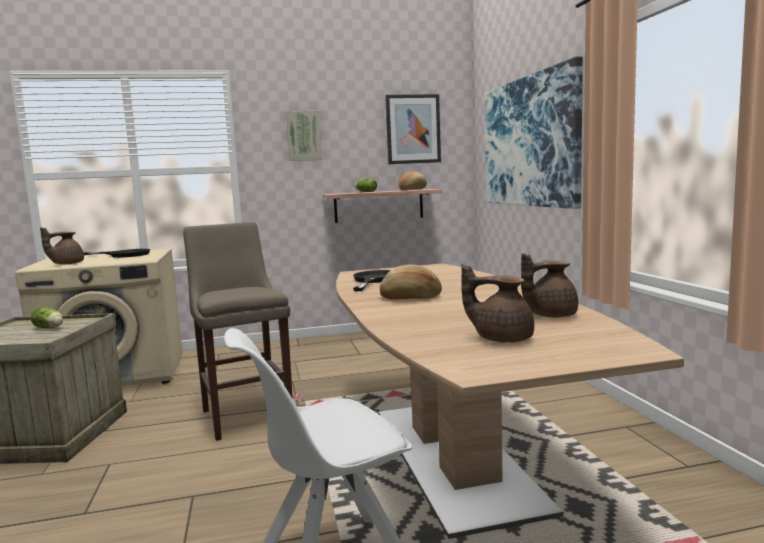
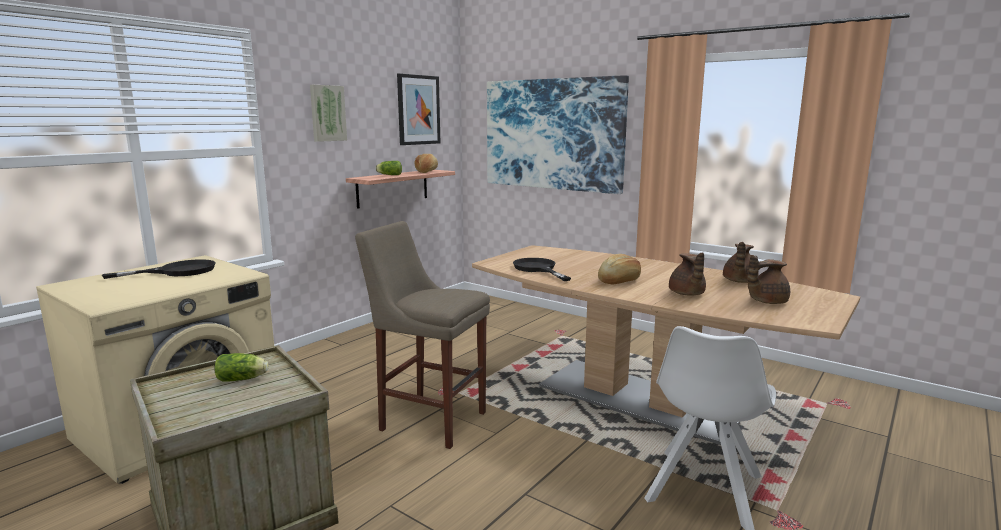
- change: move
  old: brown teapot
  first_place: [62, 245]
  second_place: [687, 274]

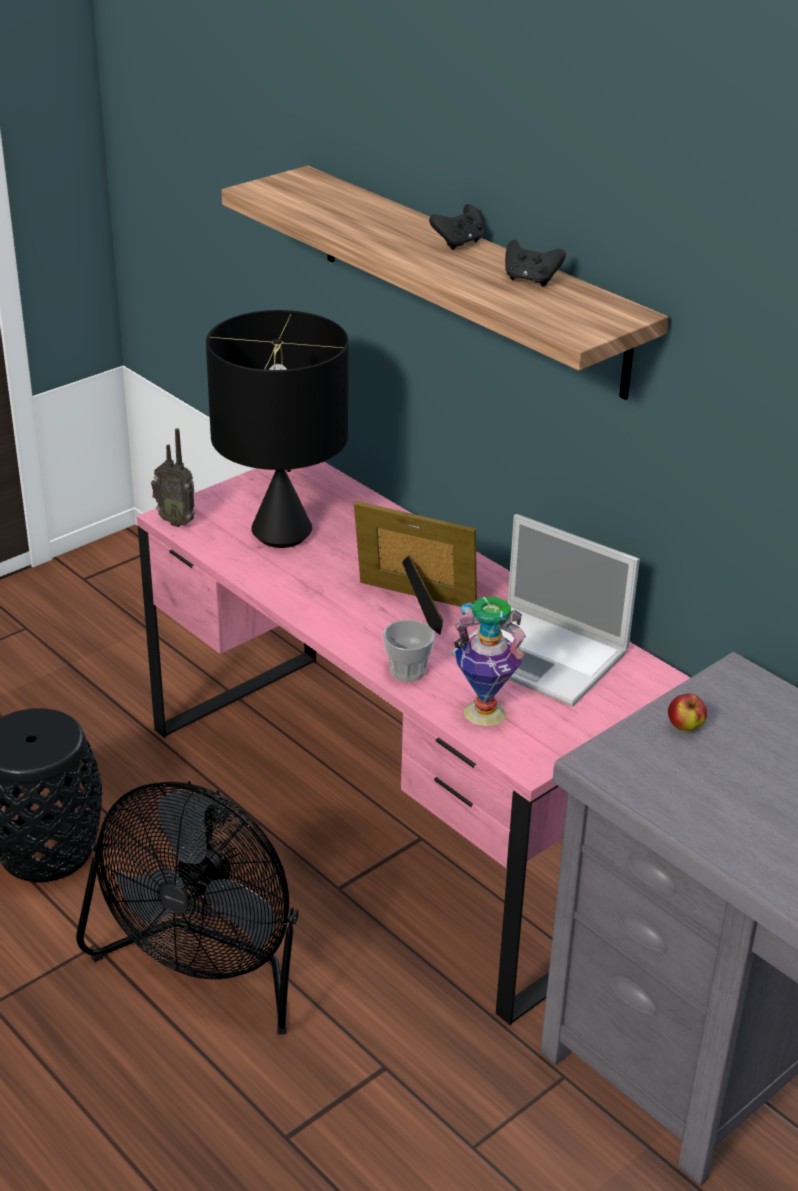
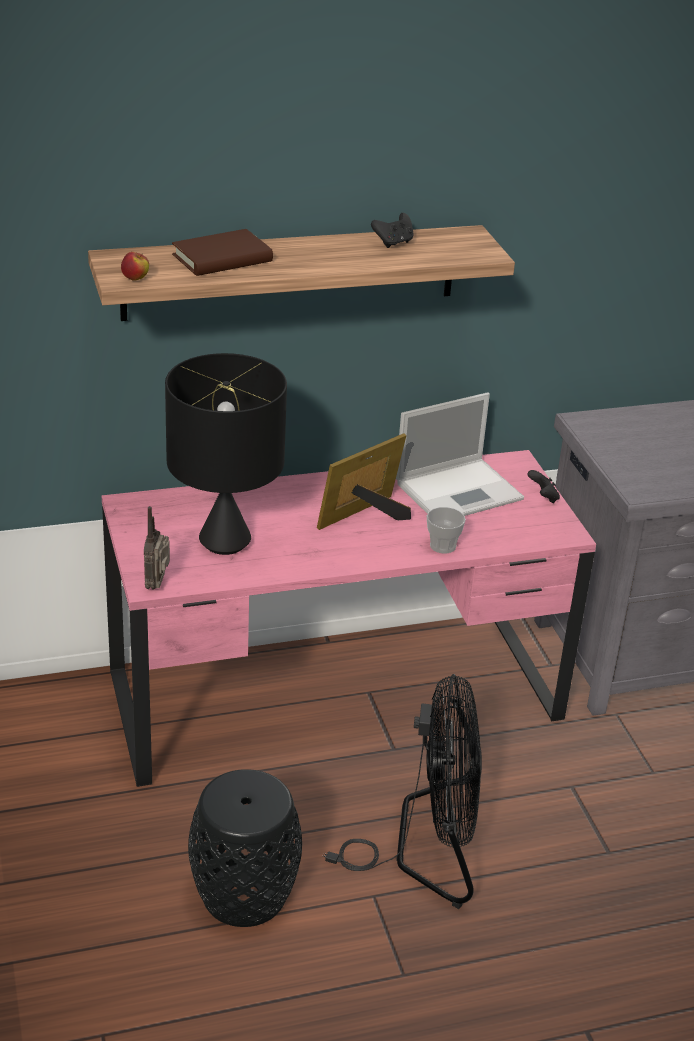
- change: delete
  old: vase
  first_place: [490, 661]
- change: insert
  new: brown book
  second_place: [222, 252]
- change: move
  old: black game controller
  first_place: [456, 227]
  second_place: [544, 486]
- change: move
  old: apple
  first_place: [687, 712]
  second_place: [135, 266]
- change: rotate
  old: black fan
  first_place: [187, 907]
  second_place: [402, 791]
  degrees: -45
- change: rotate
  old: radio
  first_place: [173, 477]
  second_place: [157, 548]
  degrees: 135

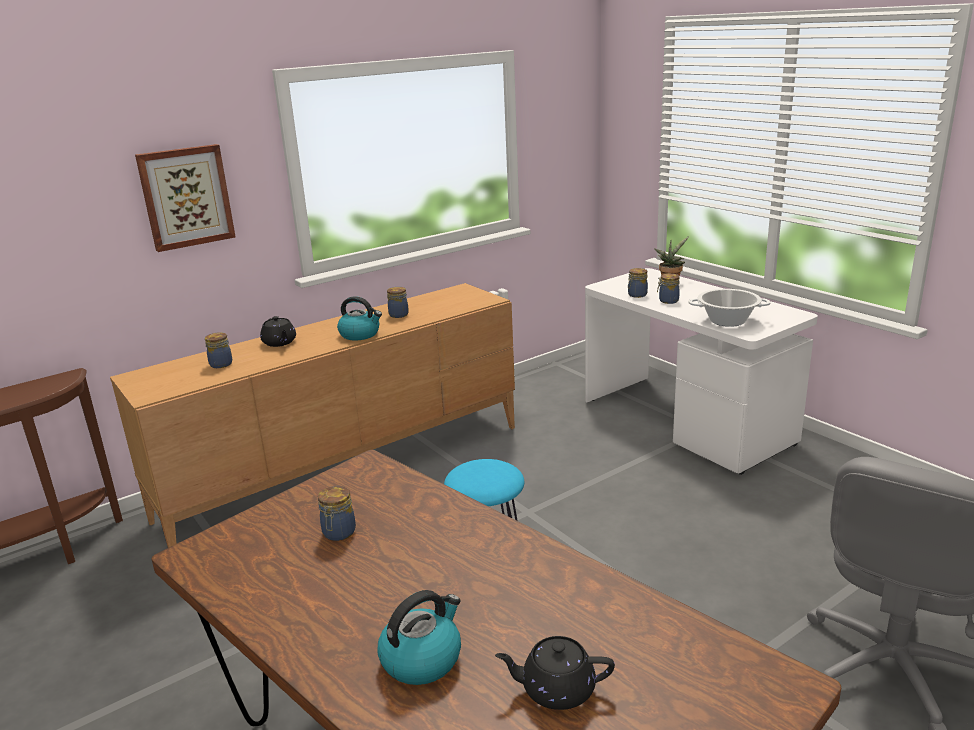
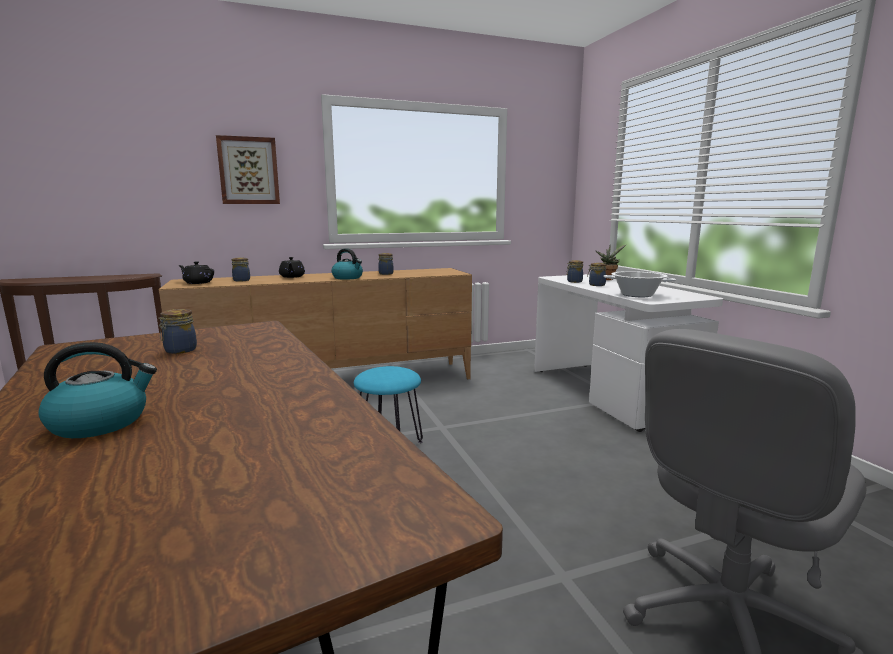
- change: move
  old: black teapot
  first_place: [555, 673]
  second_place: [196, 272]

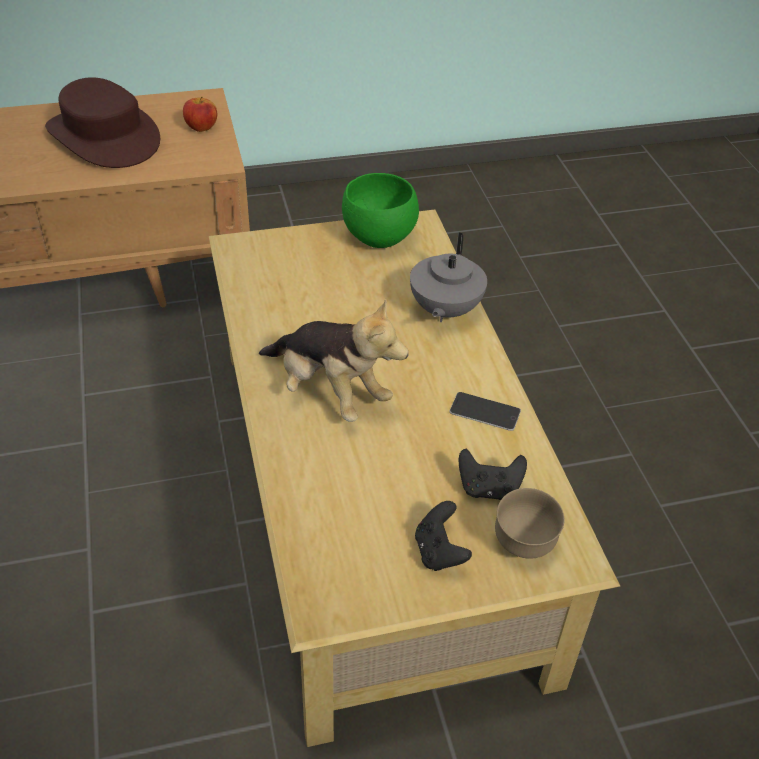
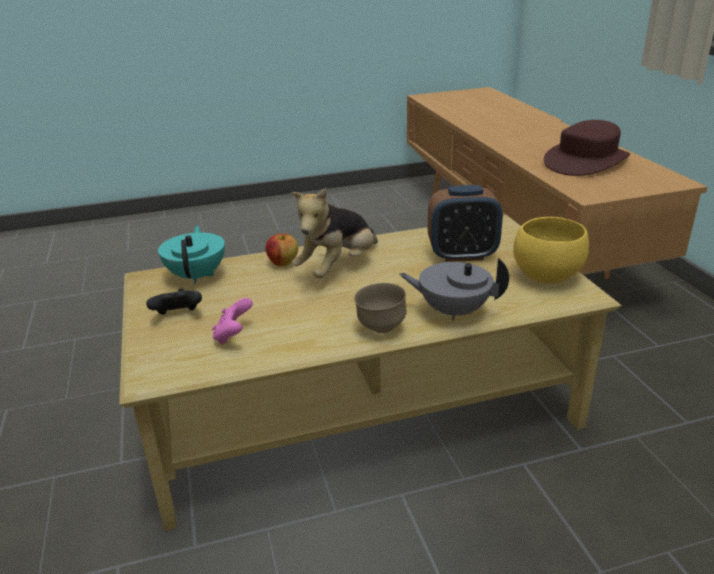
- change: delete
  old: phone
  first_place: [485, 411]
- change: insert
  new: turquoise teapot
  second_place: [191, 254]
- change: insert
  new: alarm clock
  second_place: [465, 223]
- change: move
  old: apple
  first_place: [200, 114]
  second_place: [282, 249]
- change: move
  old: brown bowl
  first_place: [529, 523]
  second_place: [380, 308]
- change: recolor
  old: green bowl
  new: yellow bowl
  first_place: [380, 210]
  second_place: [551, 250]
- change: recolor
  old: black game controller
  new: pink game controller
  first_place: [493, 475]
  second_place: [232, 321]

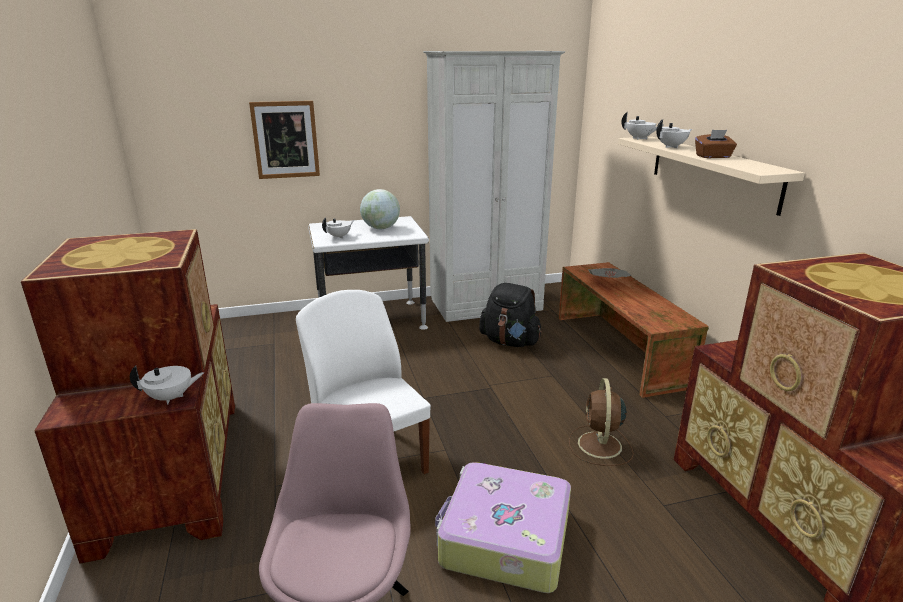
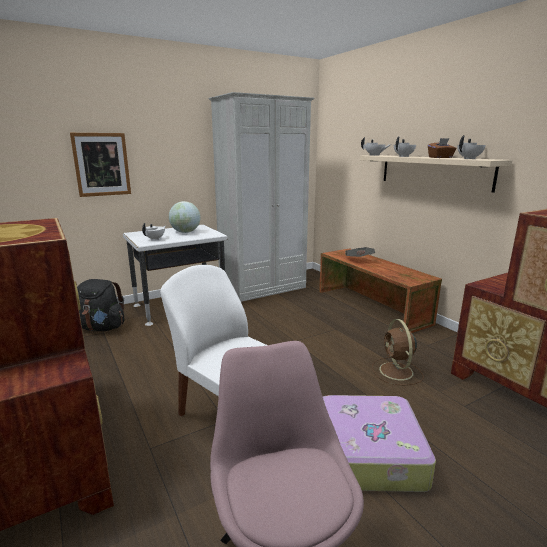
- change: move
  old: white teapot
  first_place: [167, 385]
  second_place: [471, 147]
- change: move
  old: black backpack
  first_place: [510, 315]
  second_place: [101, 305]

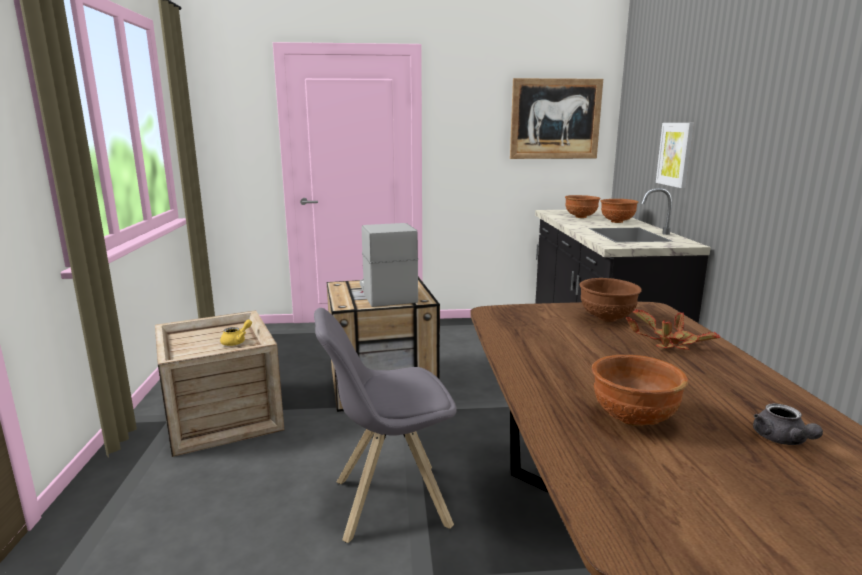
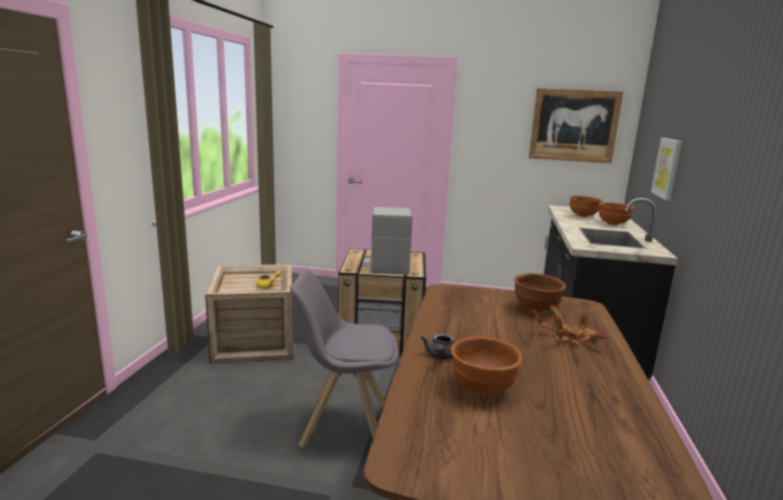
- change: move
  old: grey teapot
  first_place: [788, 424]
  second_place: [438, 346]

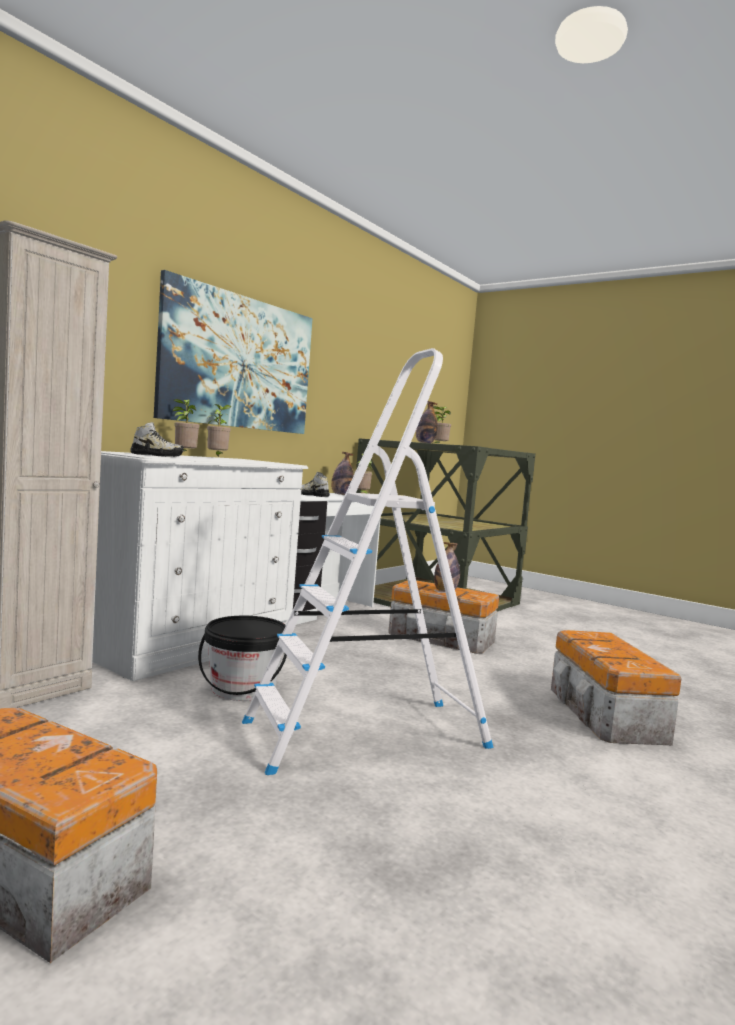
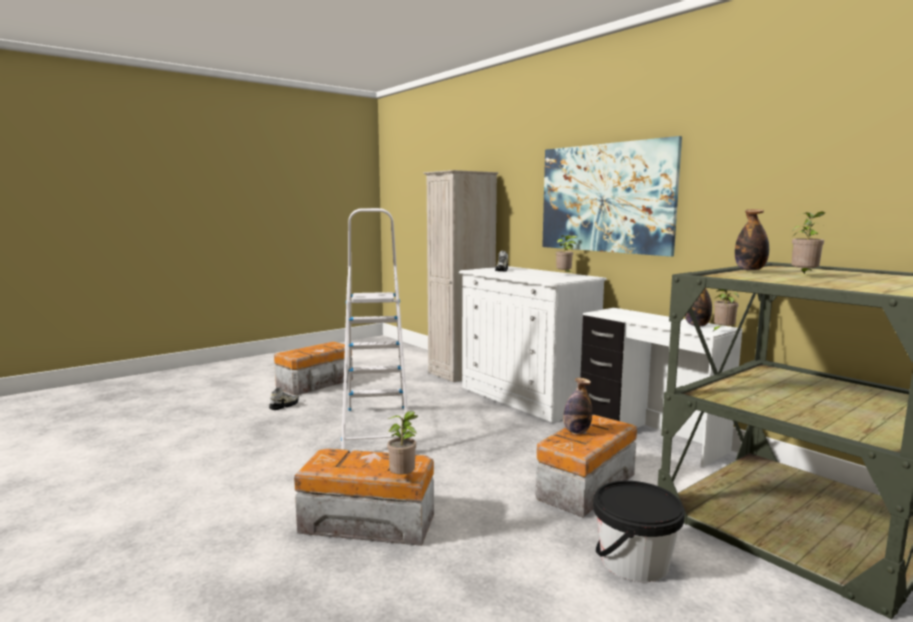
- change: move
  old: potted plant
  first_place: [186, 425]
  second_place: [402, 442]
- change: move
  old: black bucket
  first_place: [242, 658]
  second_place: [639, 531]
- change: move
  old: shoe
  first_place: [315, 484]
  second_place: [284, 398]

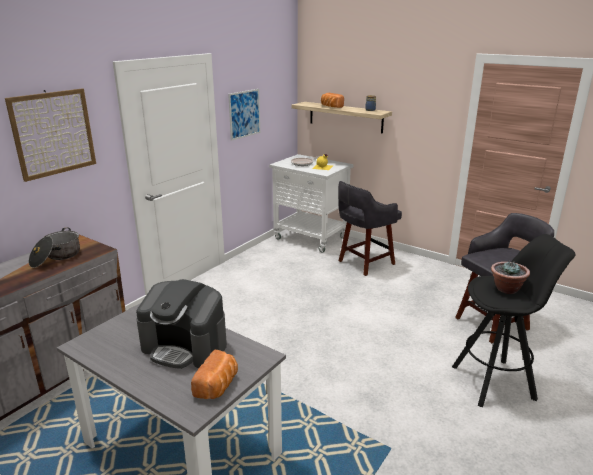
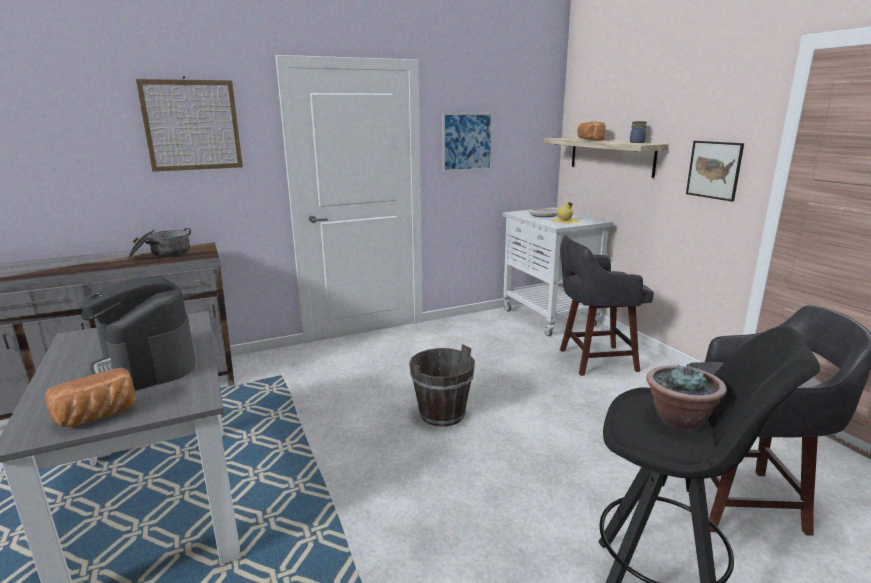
- change: insert
  new: brown bucket
  second_place: [442, 385]
- change: insert
  new: picture
  second_place: [715, 171]

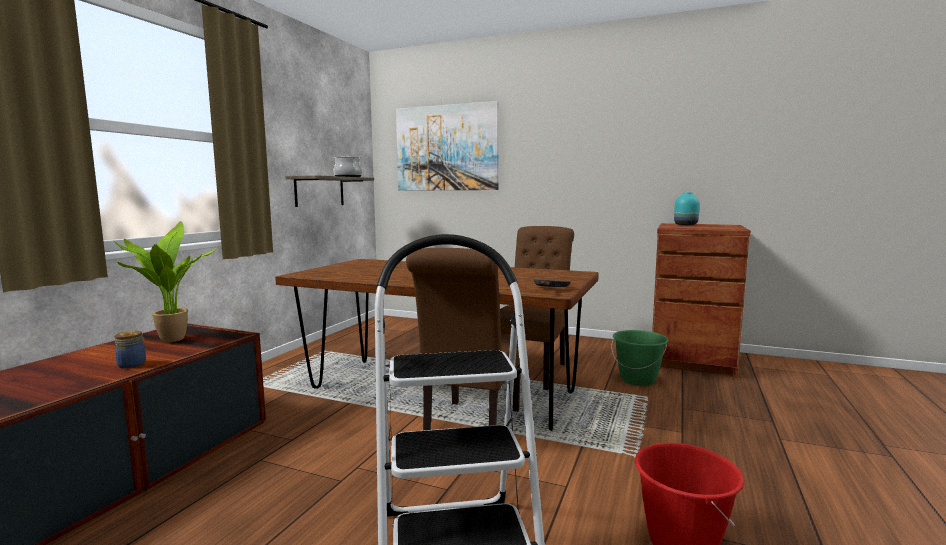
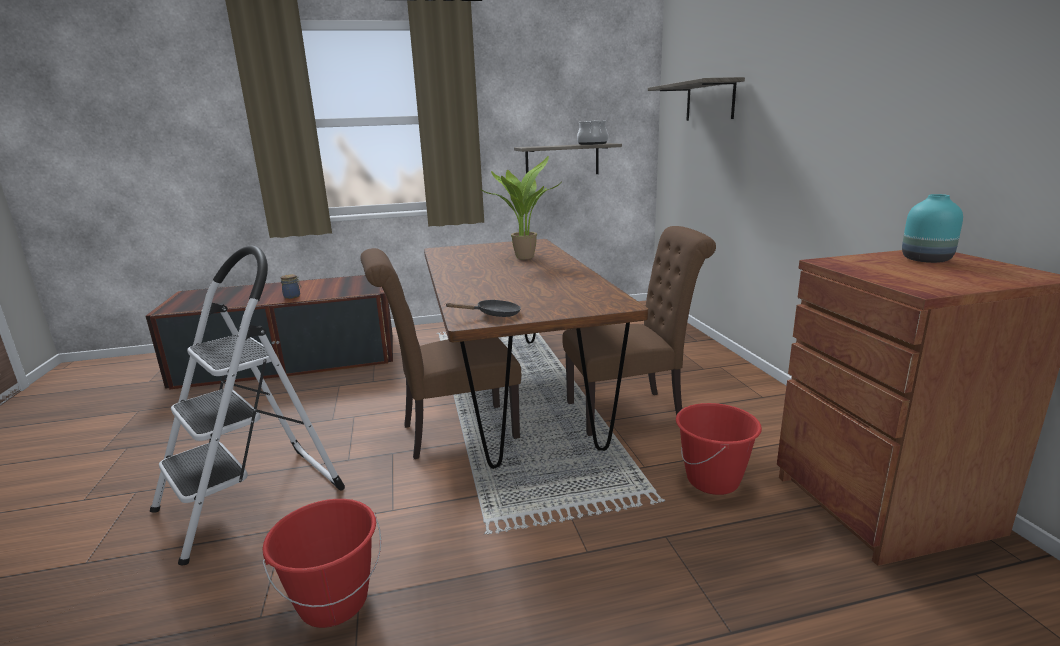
- change: move
  old: potted plant
  first_place: [165, 281]
  second_place: [521, 207]
- change: replace
  old: picture
  new: shelf
  first_place: [447, 146]
  second_place: [696, 99]
- change: recolor
  old: green bucket
  new: red bucket
  first_place: [640, 358]
  second_place: [719, 449]

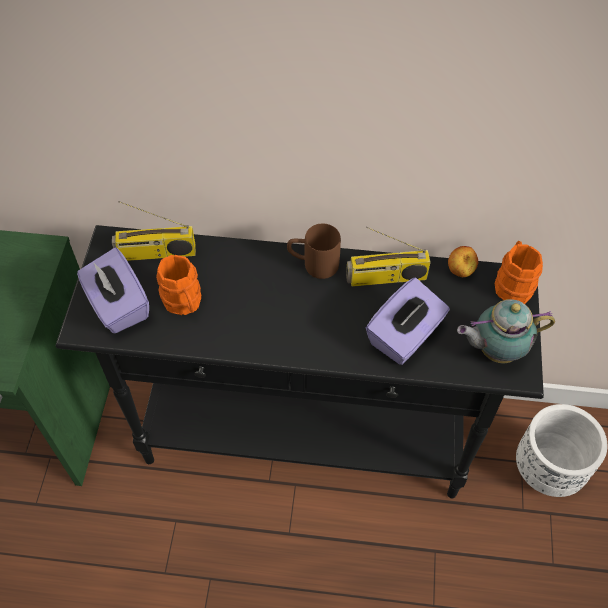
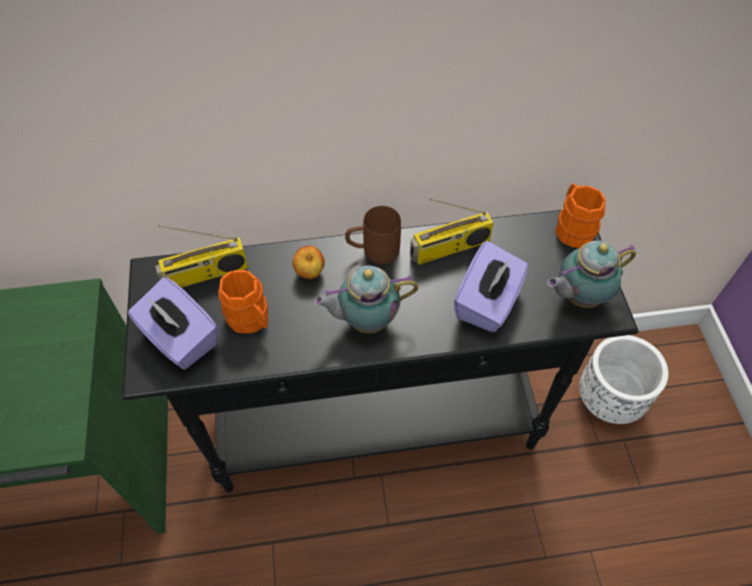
- change: insert
  new: teapot
  second_place: [365, 300]
- change: move
  old: apple
  first_place: [463, 261]
  second_place: [309, 262]

